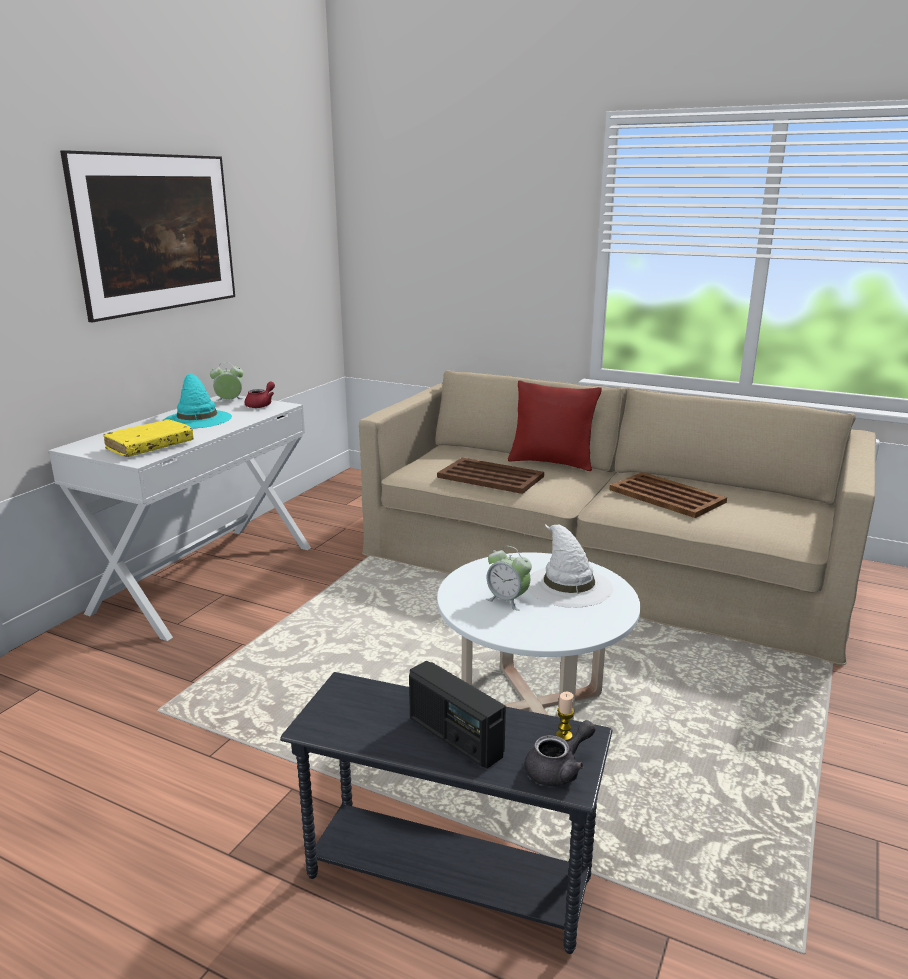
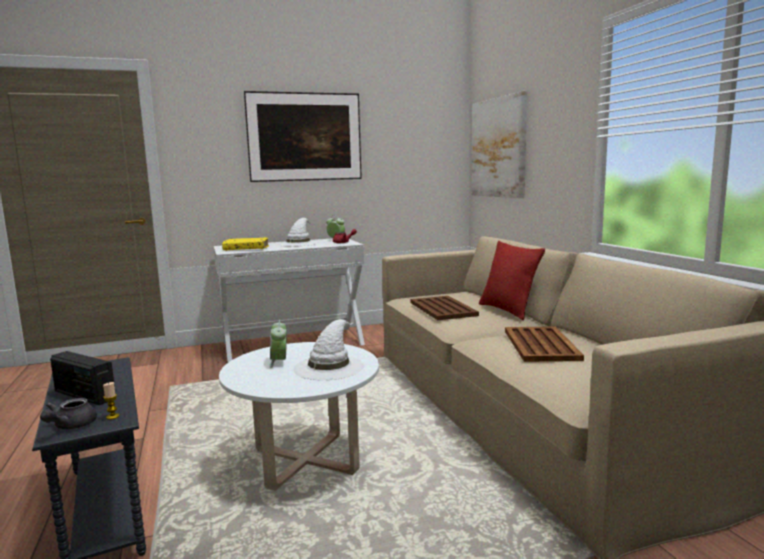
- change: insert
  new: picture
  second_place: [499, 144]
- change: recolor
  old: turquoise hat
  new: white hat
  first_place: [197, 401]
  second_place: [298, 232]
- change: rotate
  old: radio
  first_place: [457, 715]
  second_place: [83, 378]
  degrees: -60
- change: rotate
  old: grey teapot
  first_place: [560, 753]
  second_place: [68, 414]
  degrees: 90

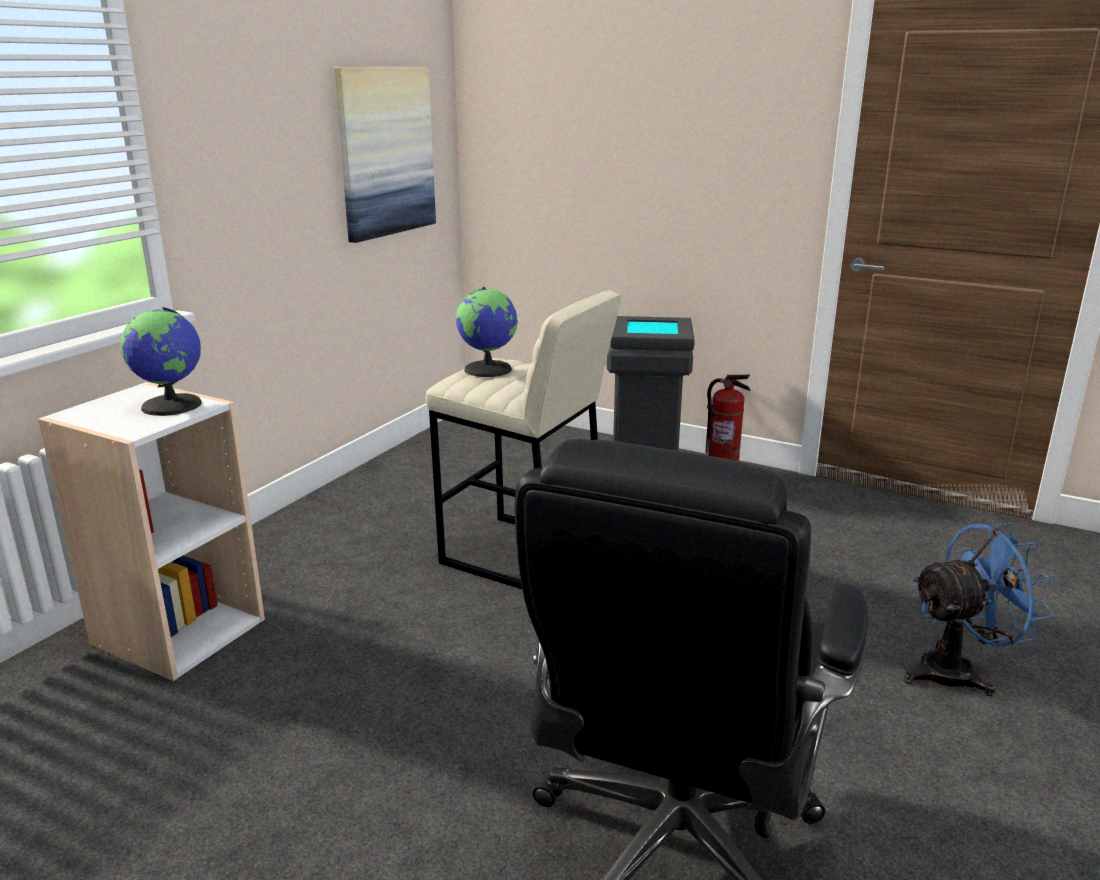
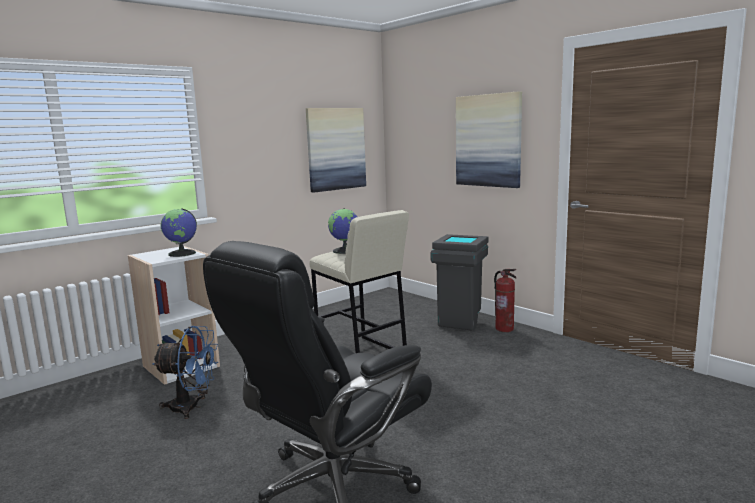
- change: insert
  new: picture
  second_place: [489, 139]
- change: move
  old: blue fan
  first_place: [979, 609]
  second_place: [185, 372]

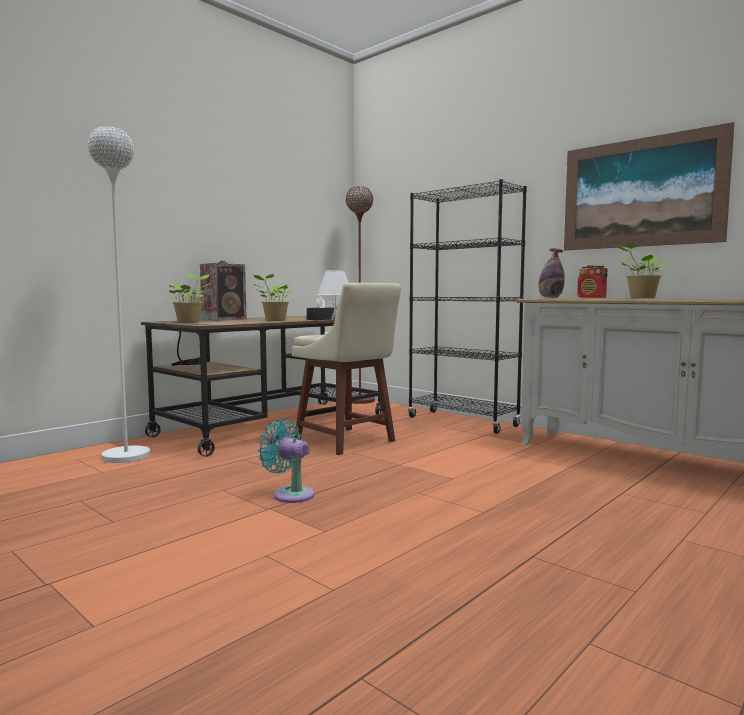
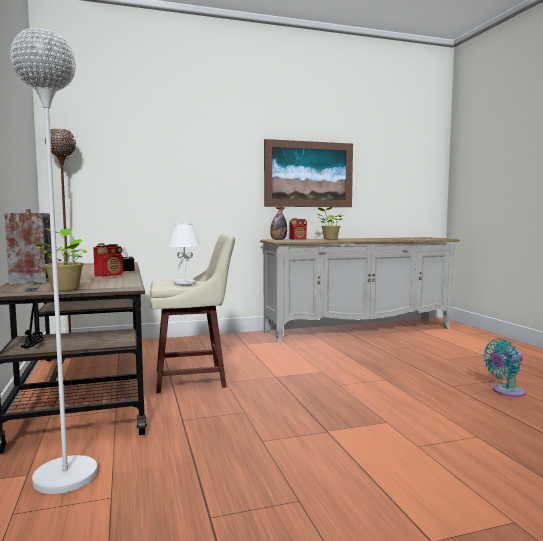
- change: delete
  old: black bookcase
  first_place: [467, 306]
- change: move
  old: turquoise fan
  first_place: [286, 461]
  second_place: [504, 368]
- change: replace
  old: potted plant
  new: radio
  first_place: [272, 297]
  second_place: [108, 260]

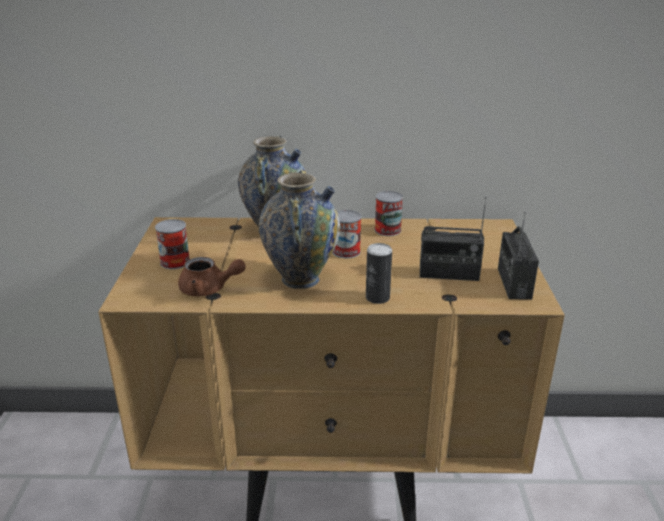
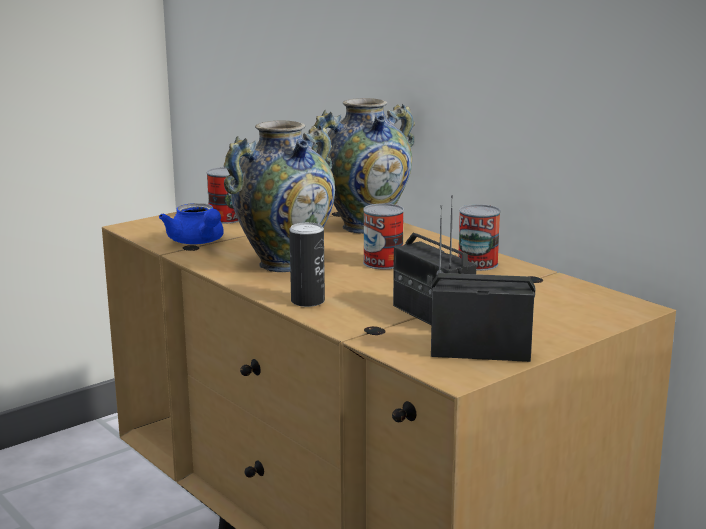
- change: recolor
  old: brown teapot
  new: blue teapot
  first_place: [212, 276]
  second_place: [191, 223]
- change: rotate
  old: radio
  first_place: [518, 256]
  second_place: [483, 283]
  degrees: 45

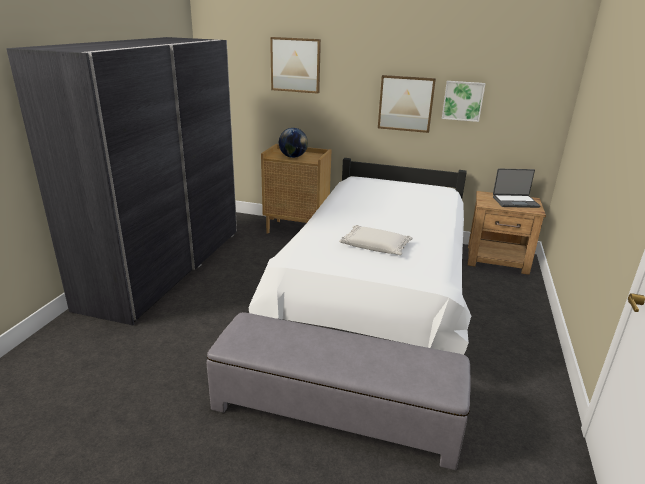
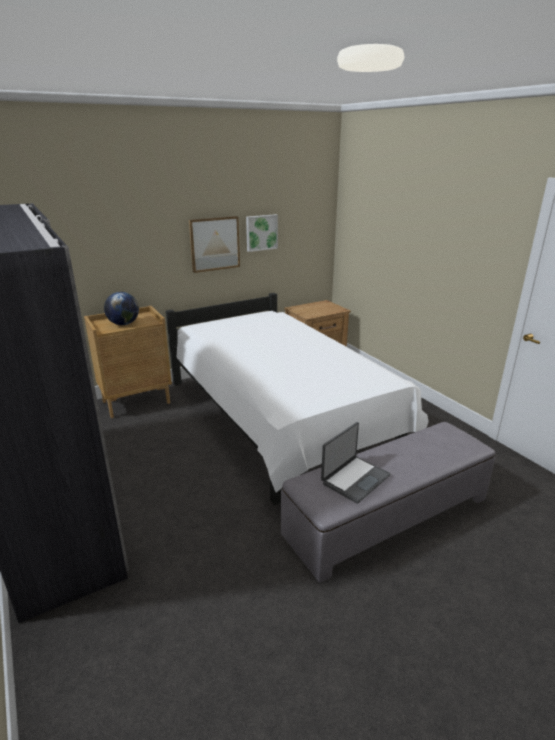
- change: delete
  old: picture
  first_place: [295, 65]
- change: delete
  old: white pillow
  first_place: [376, 240]
- change: move
  old: laptop
  first_place: [516, 188]
  second_place: [355, 463]

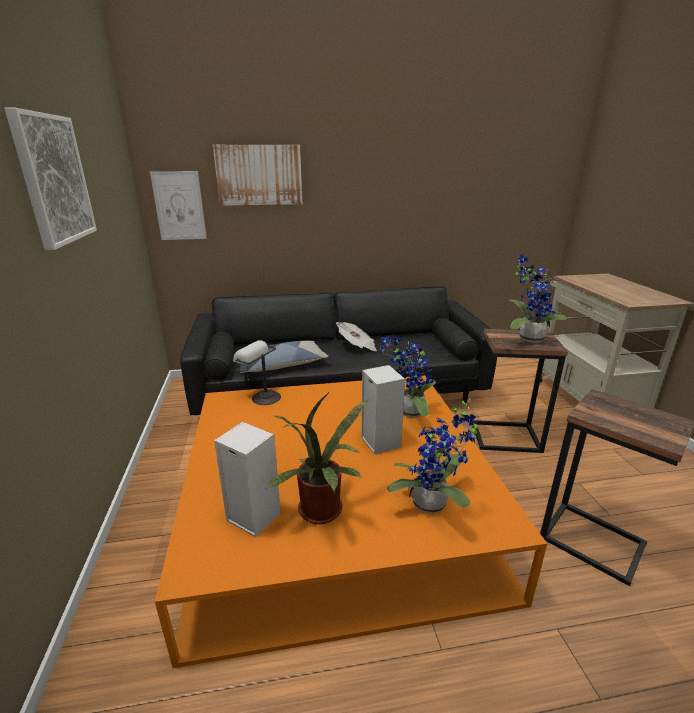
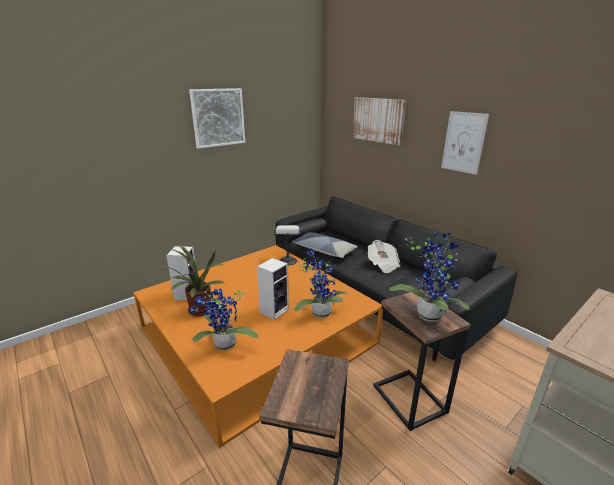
- change: move
  old: picture
  first_place: [178, 205]
  second_place: [465, 143]

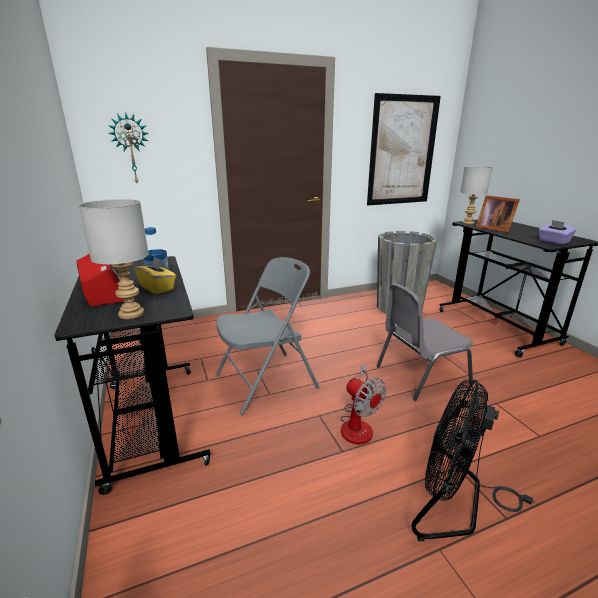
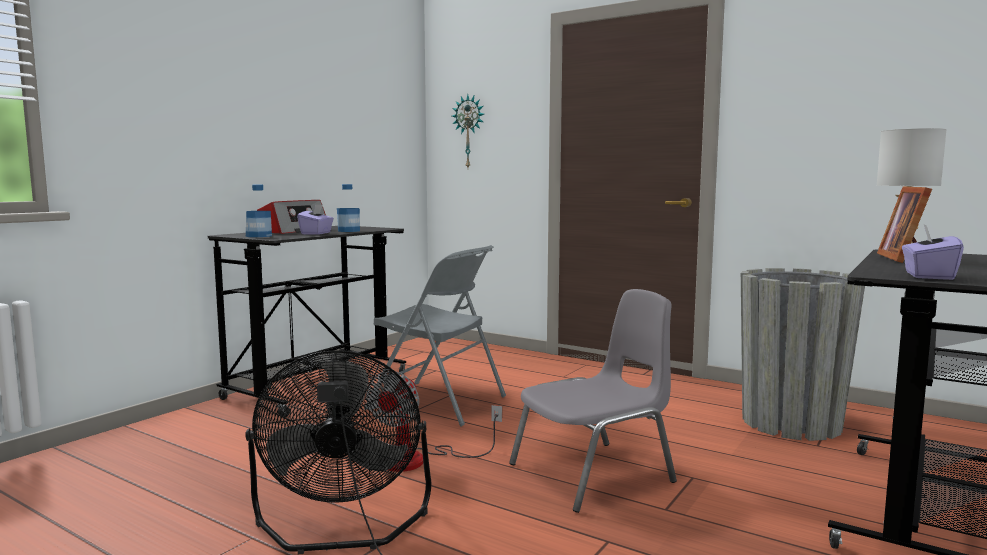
- change: delete
  old: picture
  first_place: [404, 149]
- change: replace
  old: grey table lamp
  new: bottle
  first_place: [113, 259]
  second_place: [259, 211]
- change: recolor
  old: yellow tissue box
  new: purple tissue box
  first_place: [155, 275]
  second_place: [315, 219]
- change: rotate
  old: grey chair
  first_place: [425, 342]
  second_place: [593, 401]
  degrees: 120

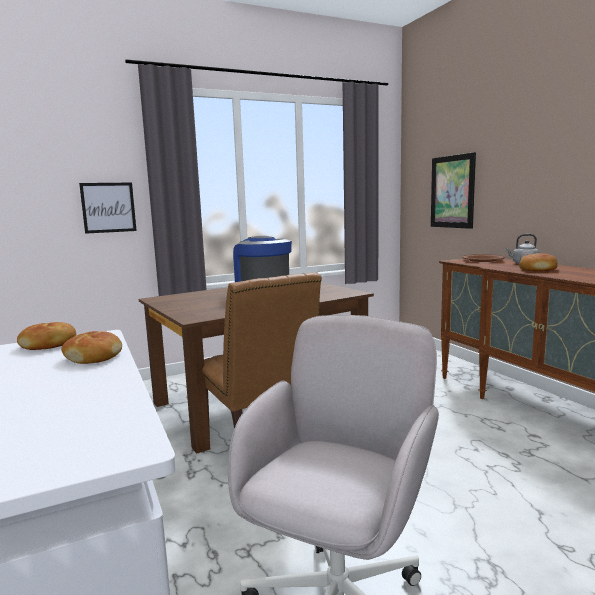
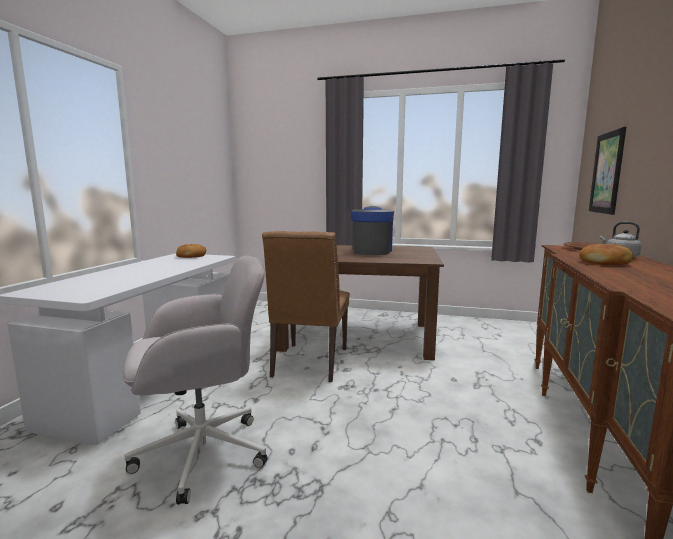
- change: delete
  old: bread
  first_place: [91, 347]
- change: delete
  old: picture
  first_place: [108, 208]

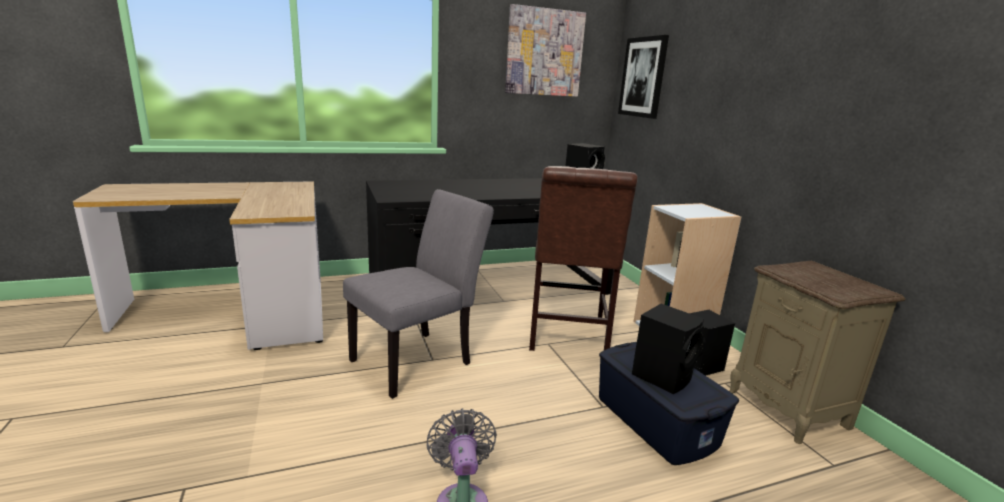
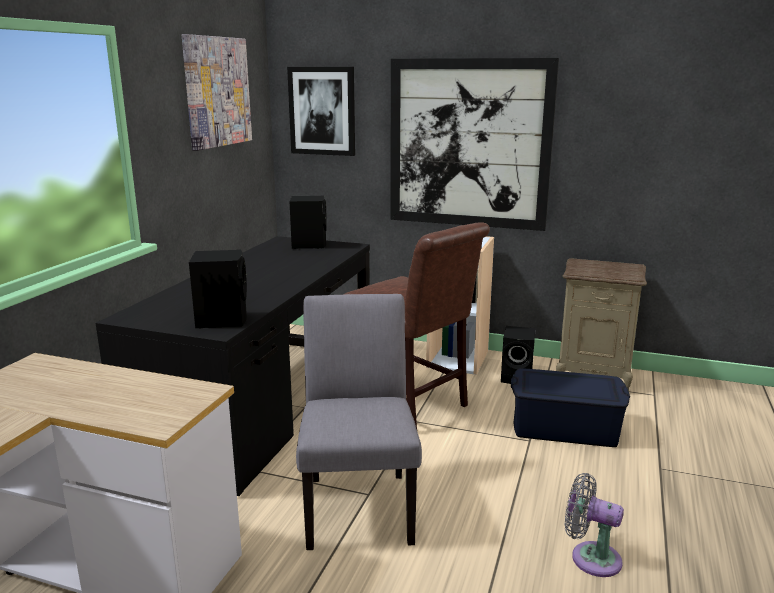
- change: insert
  new: picture
  second_place: [474, 144]
- change: move
  old: black speaker
  first_place: [668, 349]
  second_place: [218, 288]

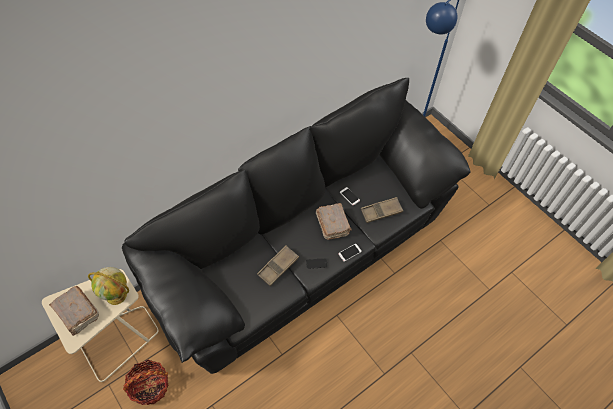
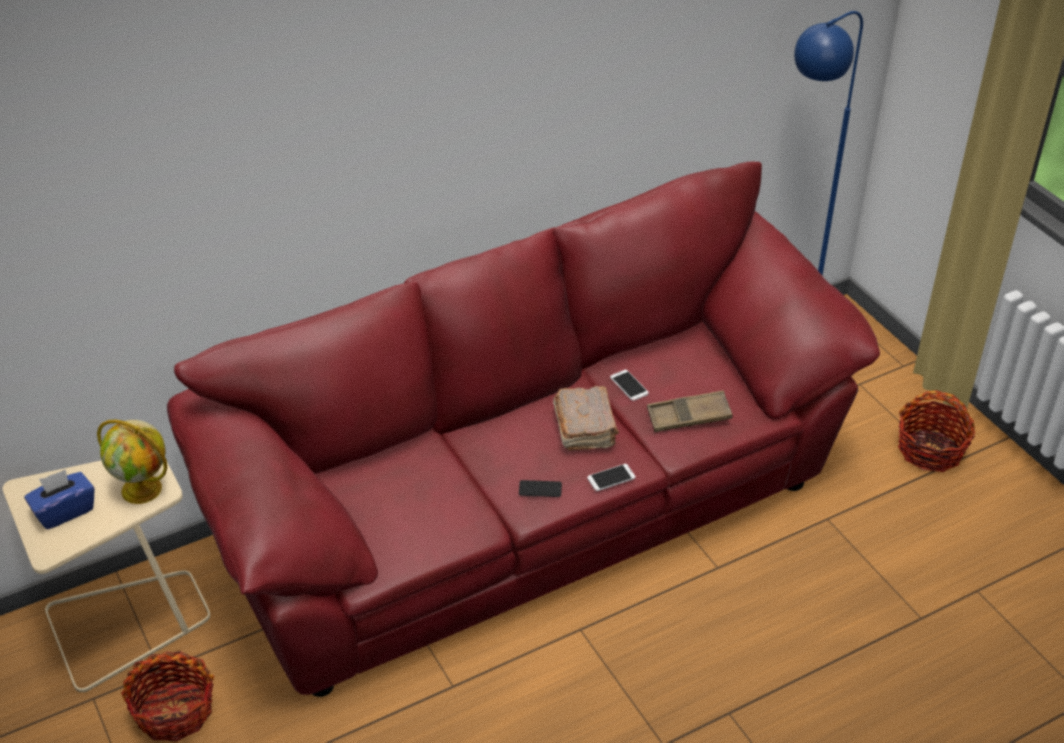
- change: delete
  old: brown tray
  first_place: [278, 266]
- change: insert
  new: basket
  second_place: [936, 431]
- change: replace
  old: brown book
  new: blue tissue box
  first_place: [74, 311]
  second_place: [59, 499]
- change: recolor
  old: black sofa
  new: red sofa
  first_place: [296, 226]
  second_place: [523, 429]

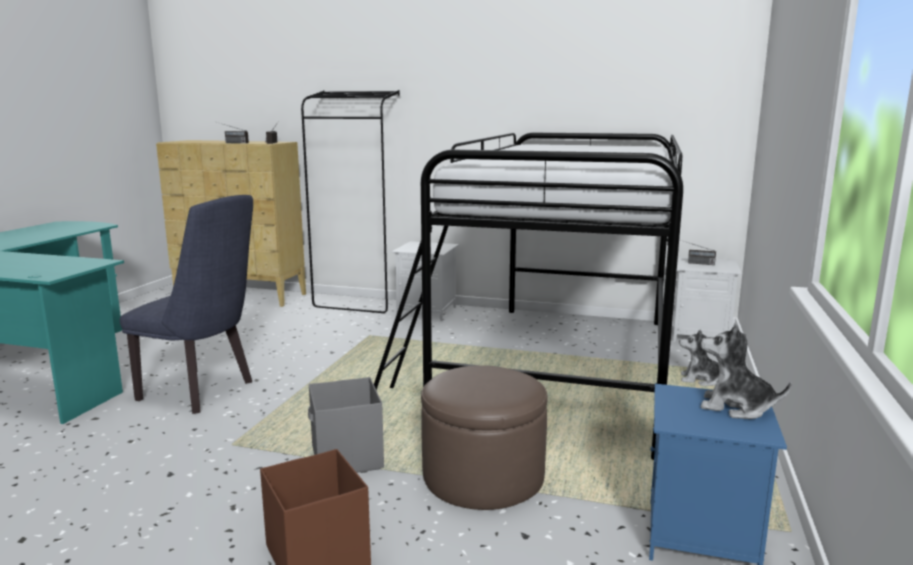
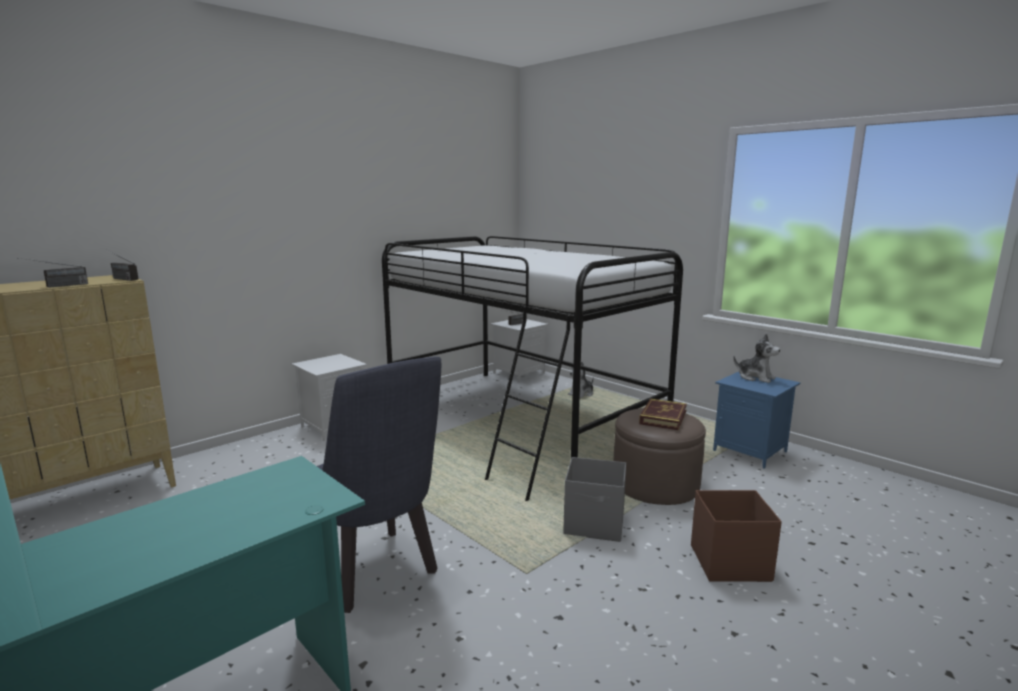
- change: delete
  old: black clothes rack
  first_place: [350, 201]
- change: insert
  new: book
  second_place: [663, 414]
- change: rotate
  old: blue chair
  first_place: [186, 304]
  second_place: [379, 485]
  degrees: 90
- change: rotate
  old: plush toy
  first_place: [746, 371]
  second_place: [756, 358]
  degrees: -105

